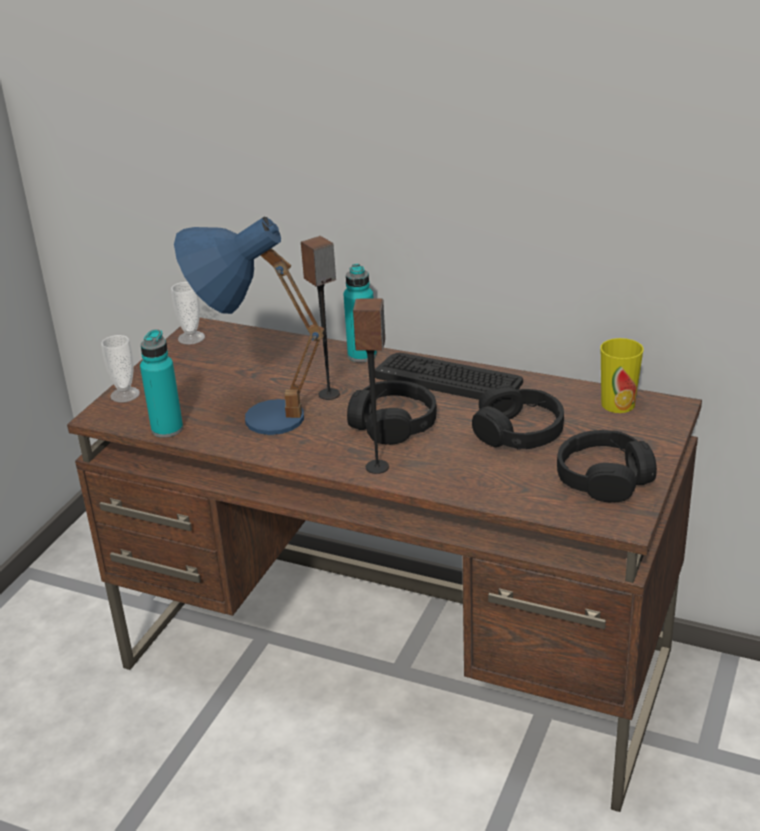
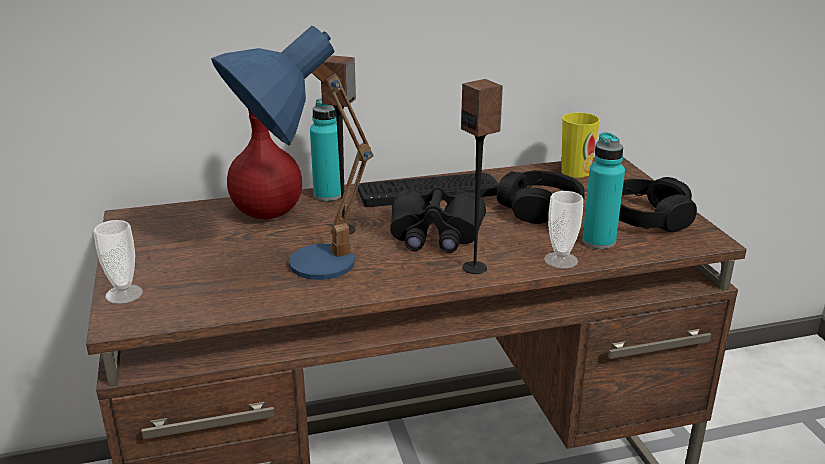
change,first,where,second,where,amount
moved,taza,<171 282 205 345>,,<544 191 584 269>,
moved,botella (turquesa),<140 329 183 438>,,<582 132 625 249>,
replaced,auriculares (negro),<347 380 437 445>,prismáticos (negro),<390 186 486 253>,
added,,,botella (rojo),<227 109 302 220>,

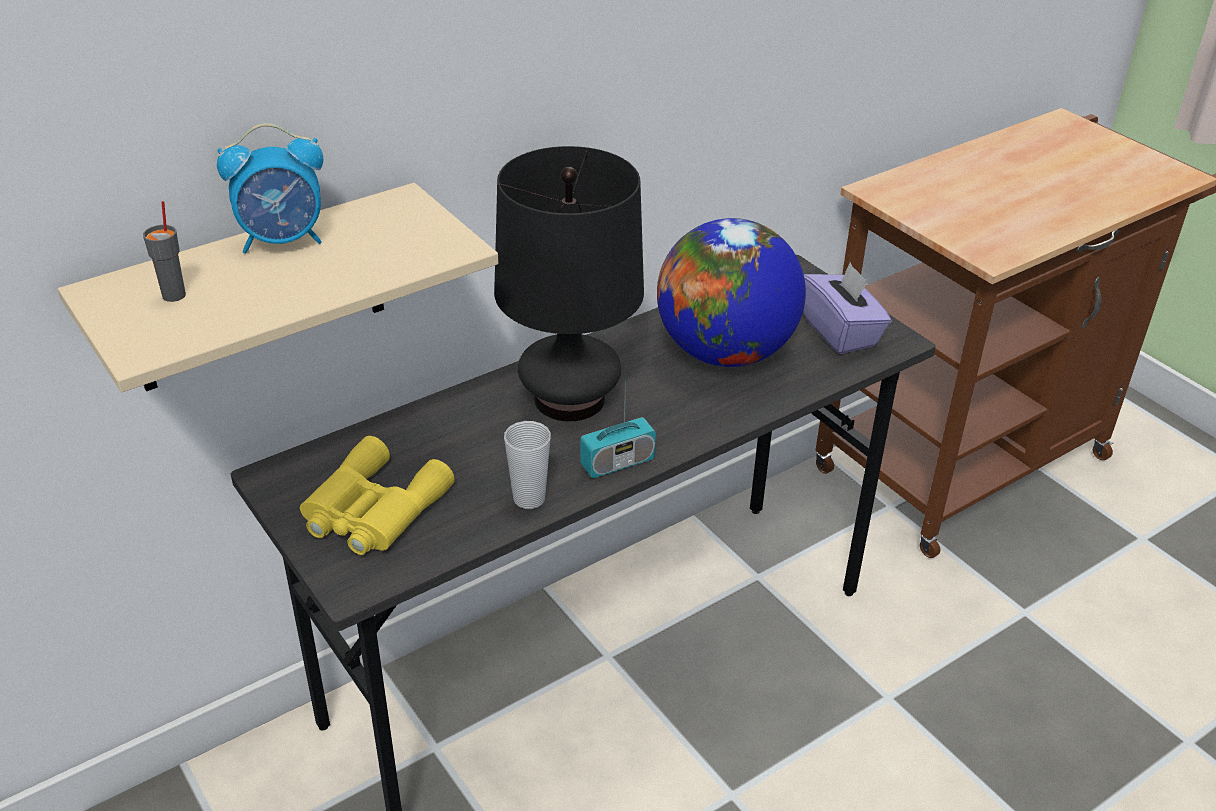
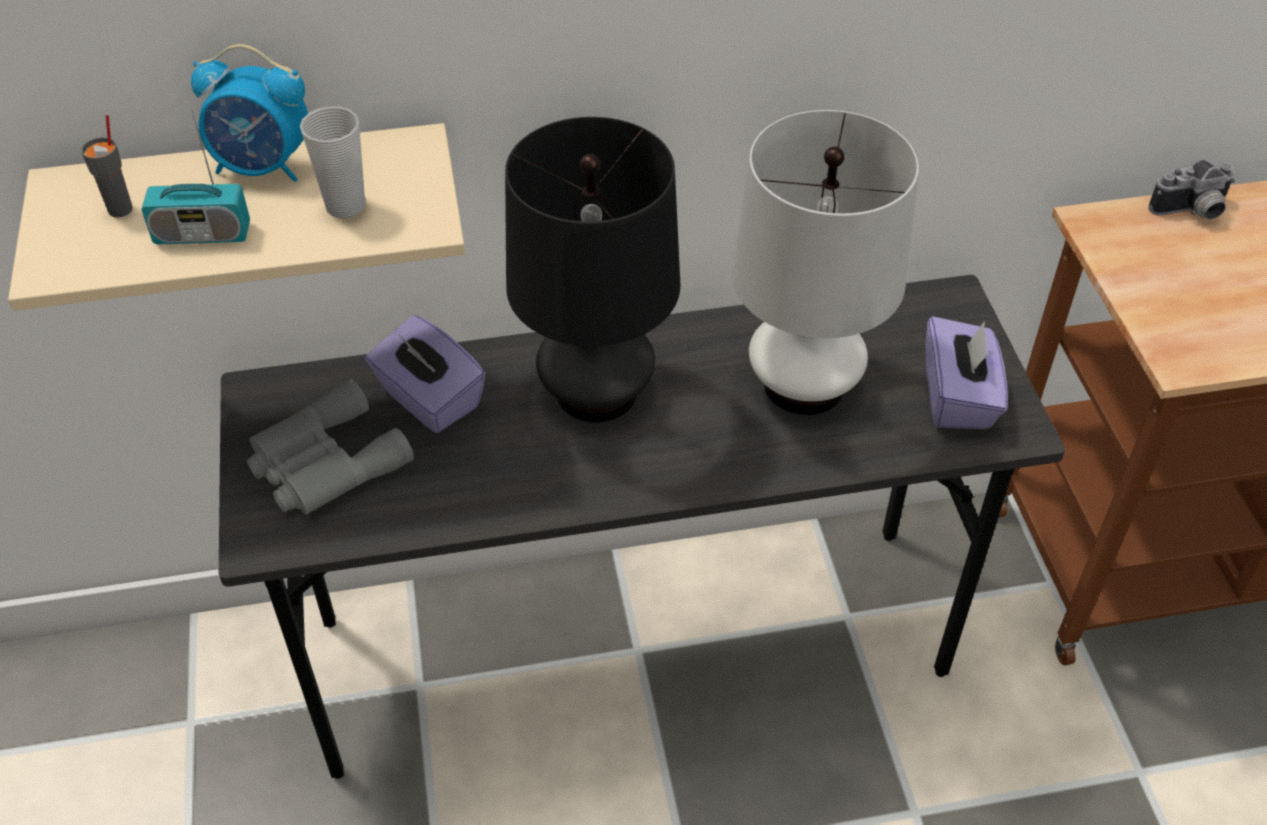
change,first,where,second,where,amount
replaced,globo terráqueo,<657 218 806 367>,lámpara de mesa (blanco),<732 110 919 415>,
moved,radio,<580 379 656 478>,,<142 111 250 244>,
moved,taza,<504 421 551 509>,,<300 106 365 218>,
recoloured,prismáticos (amarillo),<300 436 455 555>,prismáticos (gris),<247 379 414 515>,
added,,,cámara,<1148 160 1235 220>,
added,,,caja de pañuelos (morado),<365 315 485 433>,

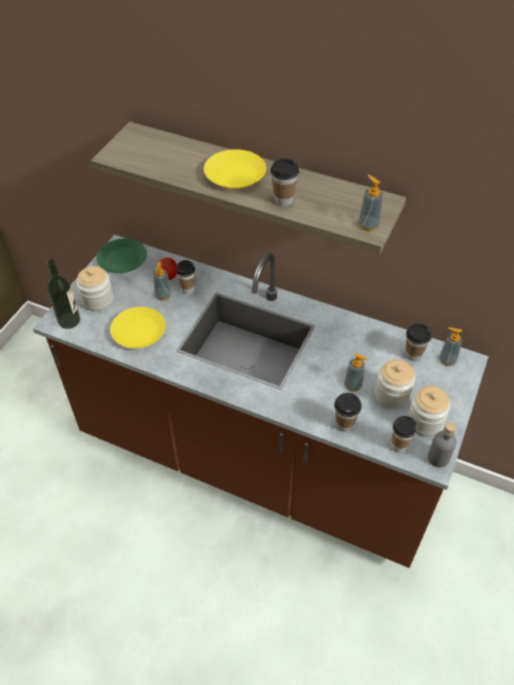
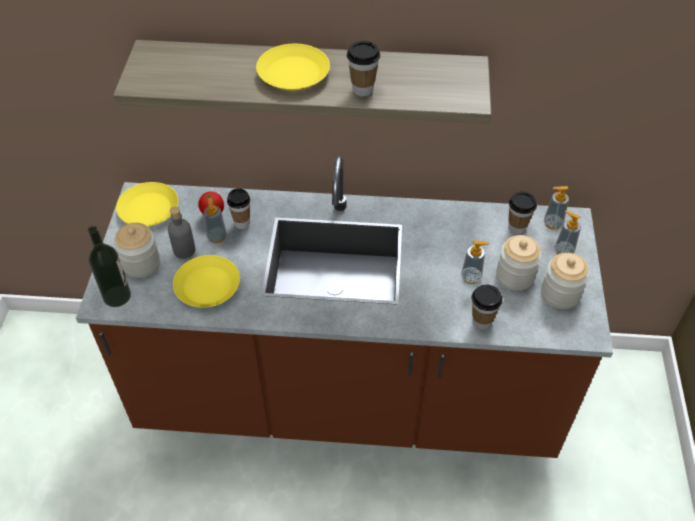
change,first,where,second,where,amount
moved,dispensador de jabón,<358 175 383 231>,,<555 211 581 254>,
recoloured,plato (verde),<96 239 147 273>,plato (amarillo),<116 182 178 226>,
removed,taza,<391 416 417 453>,,,
moved,botella (gris),<428 423 457 468>,,<168 207 195 259>,

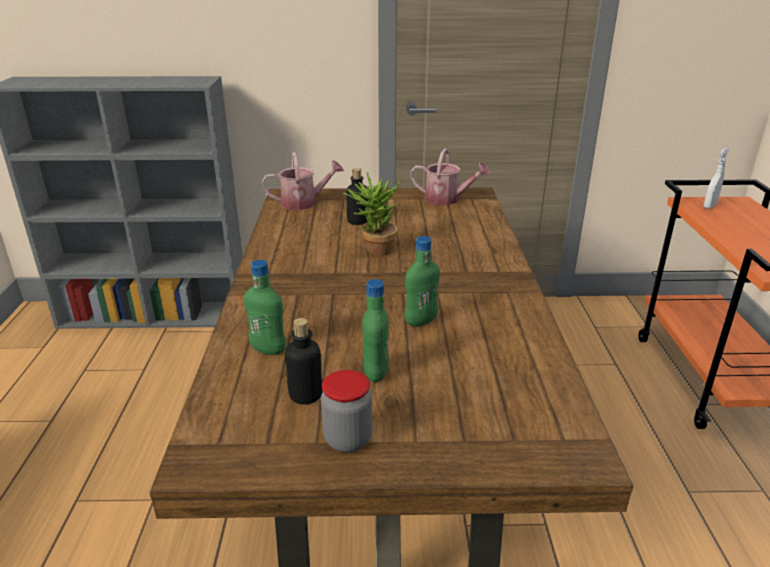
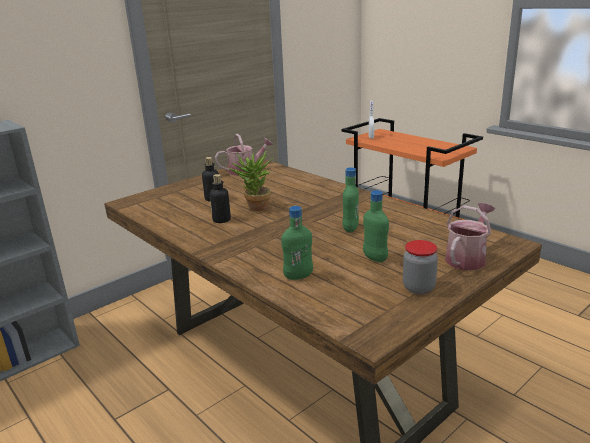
change,first,where,second,where,amount
moved,regadera,<262 152 344 210>,,<445 203 495 270>,
moved,botella,<285 318 323 404>,,<210 174 231 223>,

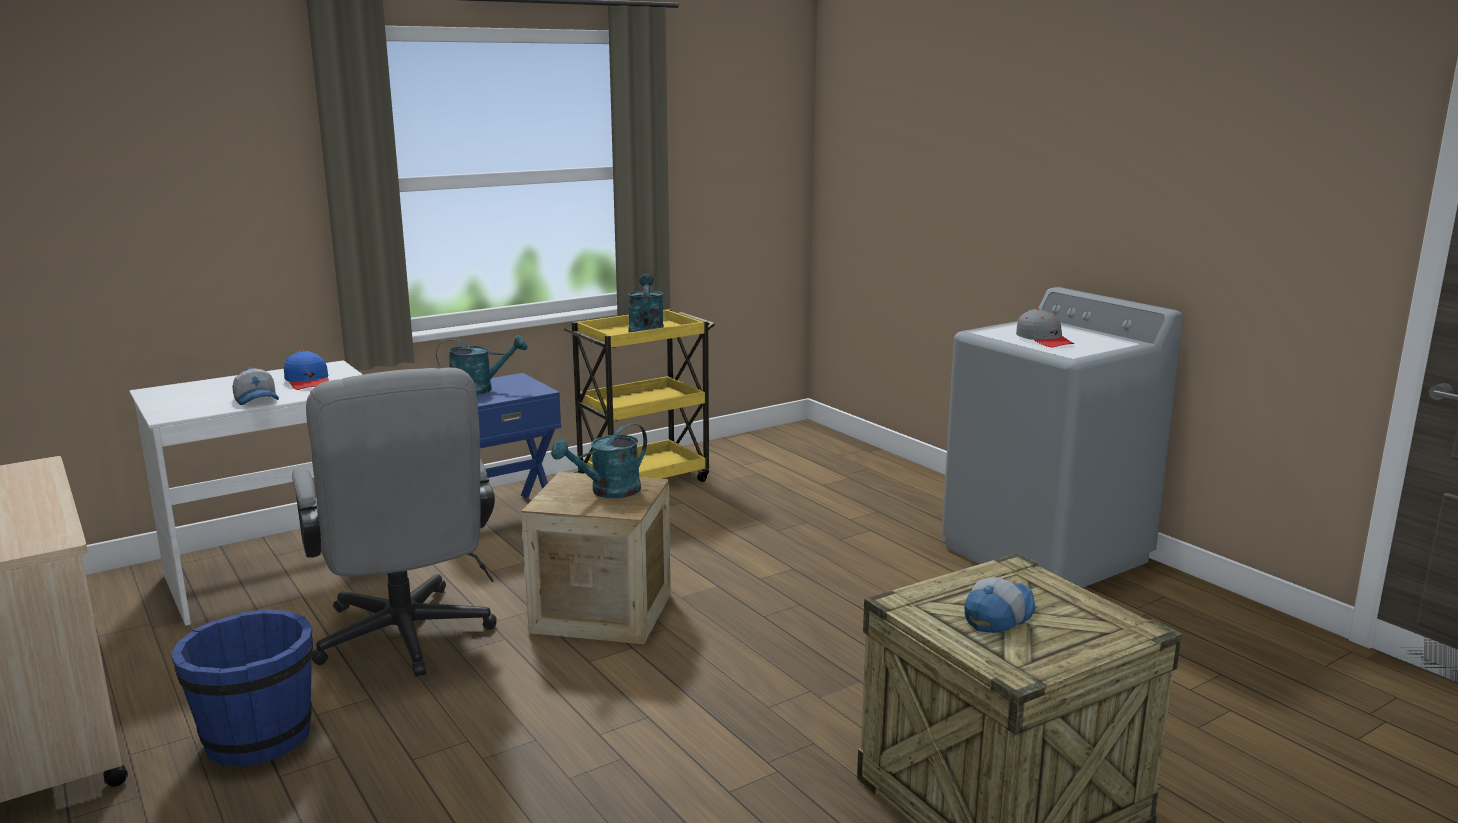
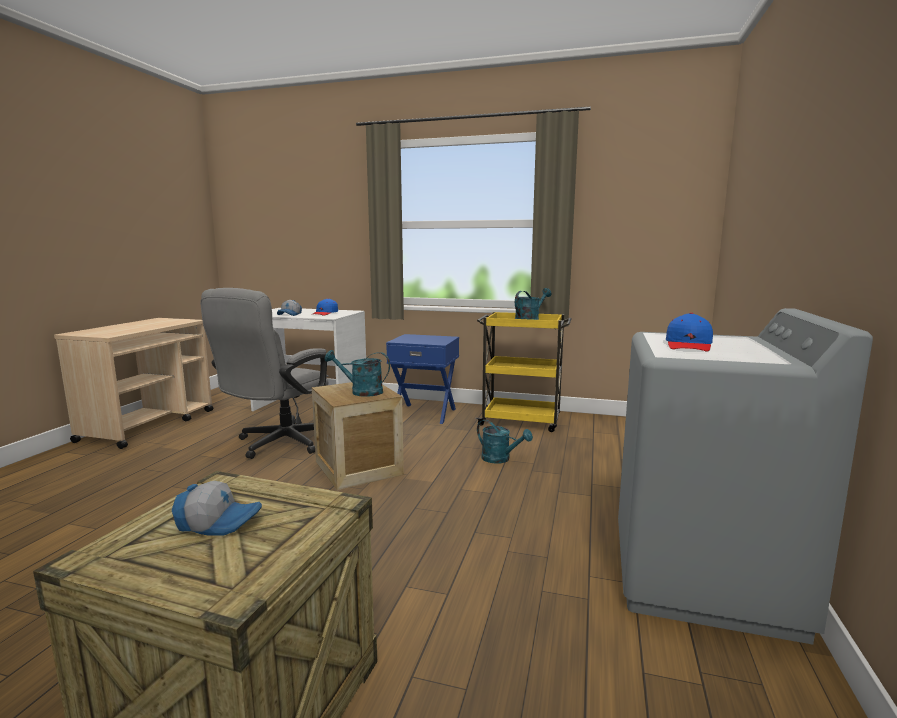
change,first,where,second,where,amount
recoloured,gorra (gris),<1016 308 1074 347>,gorra (azul),<666 313 713 352>,
moved,regadera (turquesa),<436 335 527 395>,,<477 419 533 464>,
removed,cubo (azul),<171 610 313 767>,,,

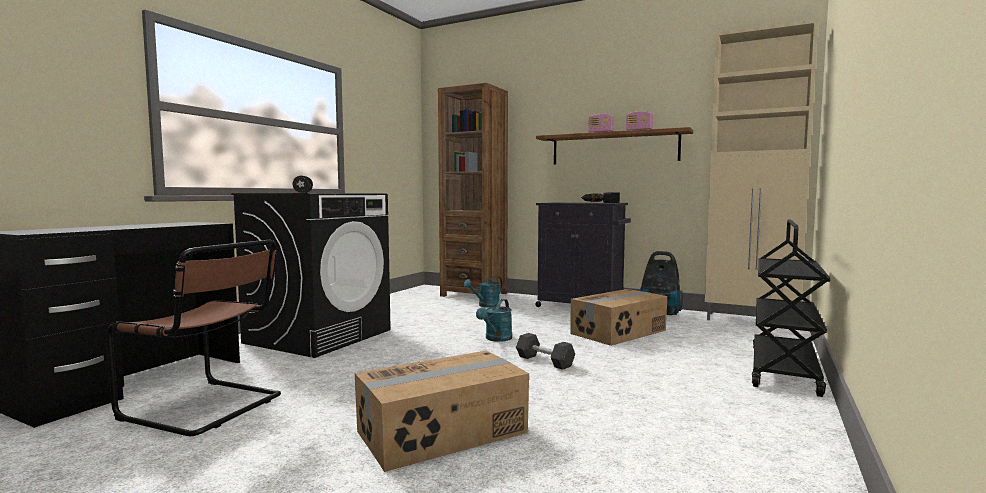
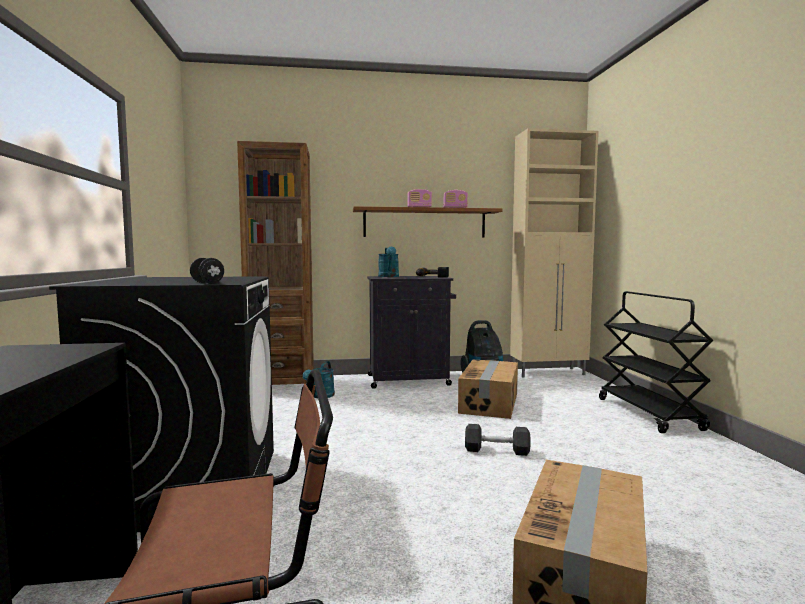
change,first,where,second,where,amount
moved,regadera (turquesa),<476 299 512 342>,,<378 247 399 277>,

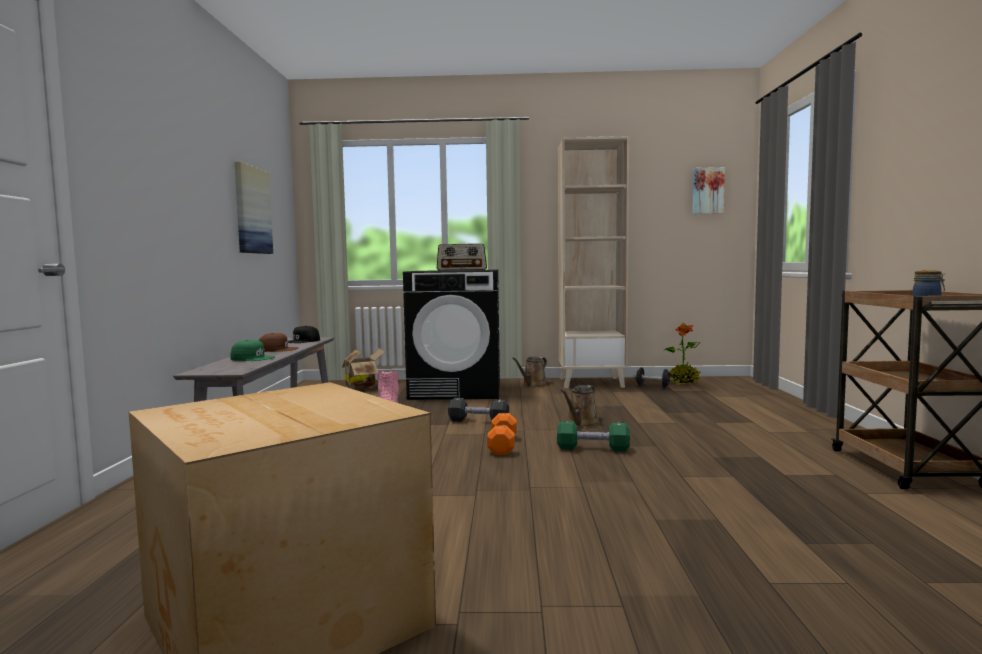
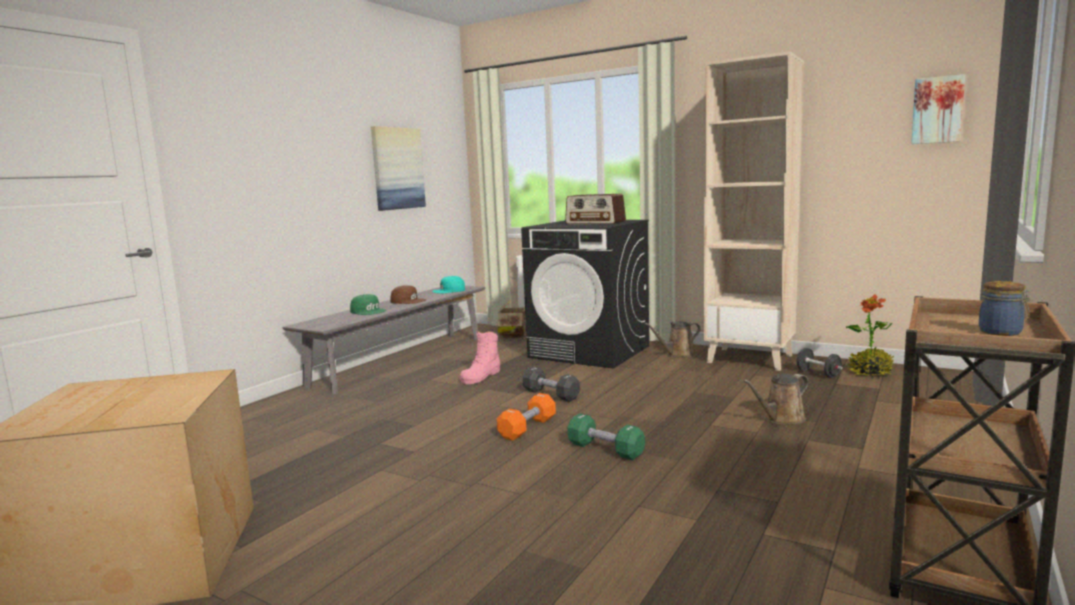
change,first,where,second,where,amount
recoloured,gorra (negro),<288 326 320 343>,gorra (turquesa),<432 276 465 293>,
moved,regadera (marrón),<561 385 600 427>,,<743 373 808 425>,

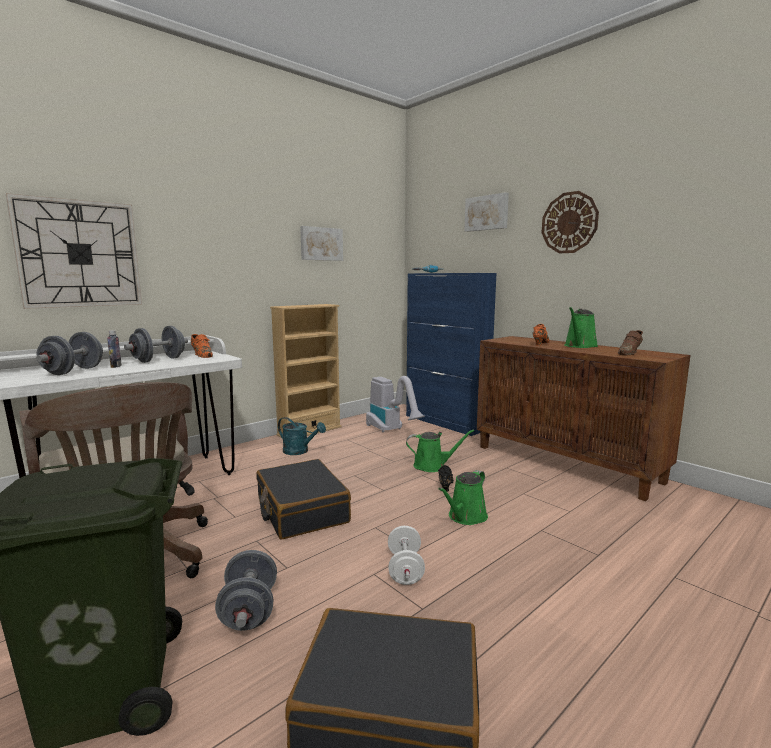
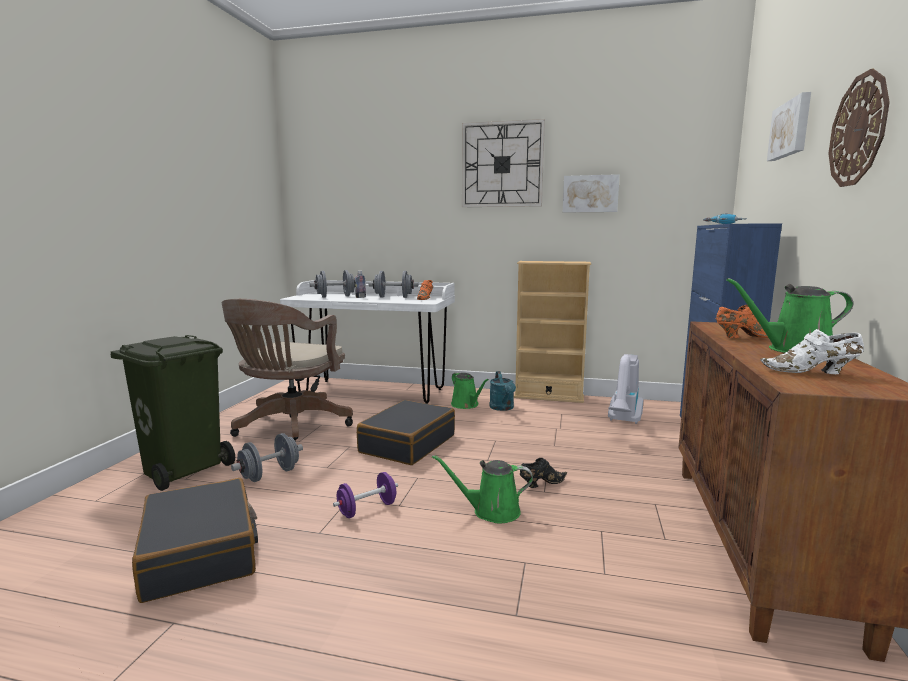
change,first,where,second,where,amount
moved,reloj de pared,<6 193 142 309>,,<462 119 545 207>,
recoloured,zapato (marrón),<618 330 643 355>,zapato (blanco),<760 329 864 374>,
moved,regadera (verde),<406 429 474 472>,,<451 372 489 409>,
recoloured,mancuerna (blanco),<388 526 425 585>,mancuerna (morado),<333 472 398 518>,

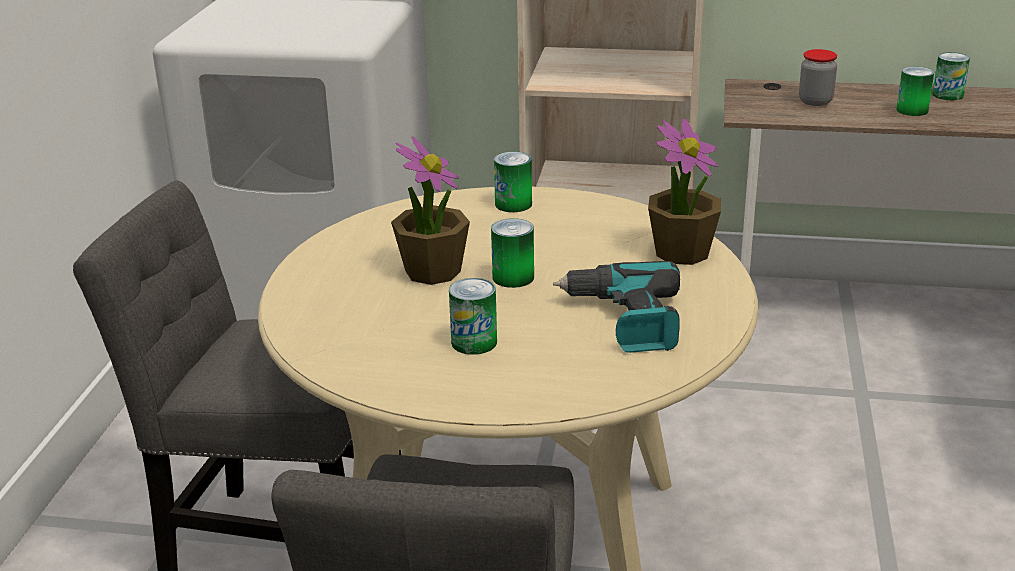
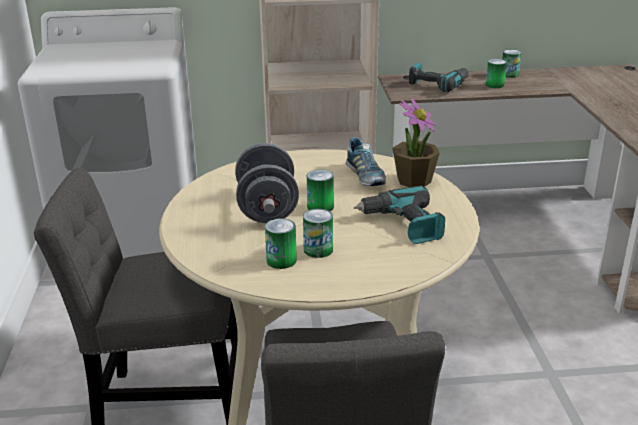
change,first,where,second,where,amount
replaced,tarro,<799 49 837 106>,taladro,<409 63 469 92>,
replaced,planta en maceta,<391 136 470 285>,mancuerna (gris),<235 143 299 223>,
moved,lata,<494 151 532 212>,,<265 218 297 269>,
added,,,zapato,<346 137 386 186>,

